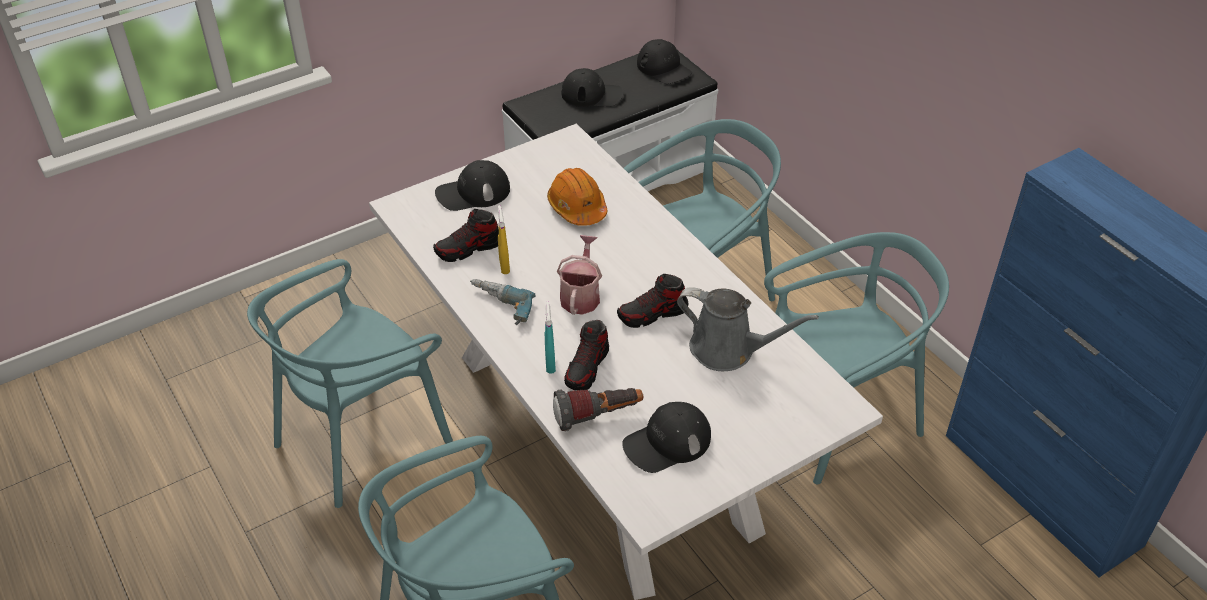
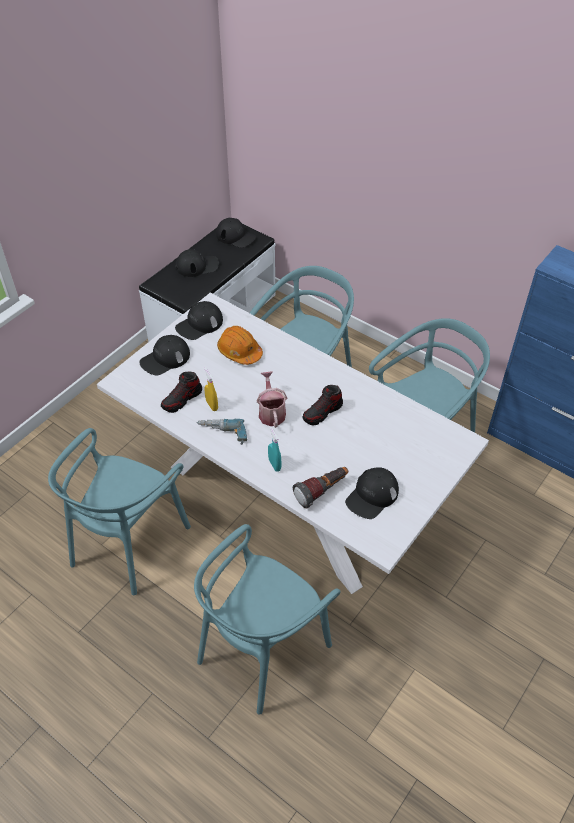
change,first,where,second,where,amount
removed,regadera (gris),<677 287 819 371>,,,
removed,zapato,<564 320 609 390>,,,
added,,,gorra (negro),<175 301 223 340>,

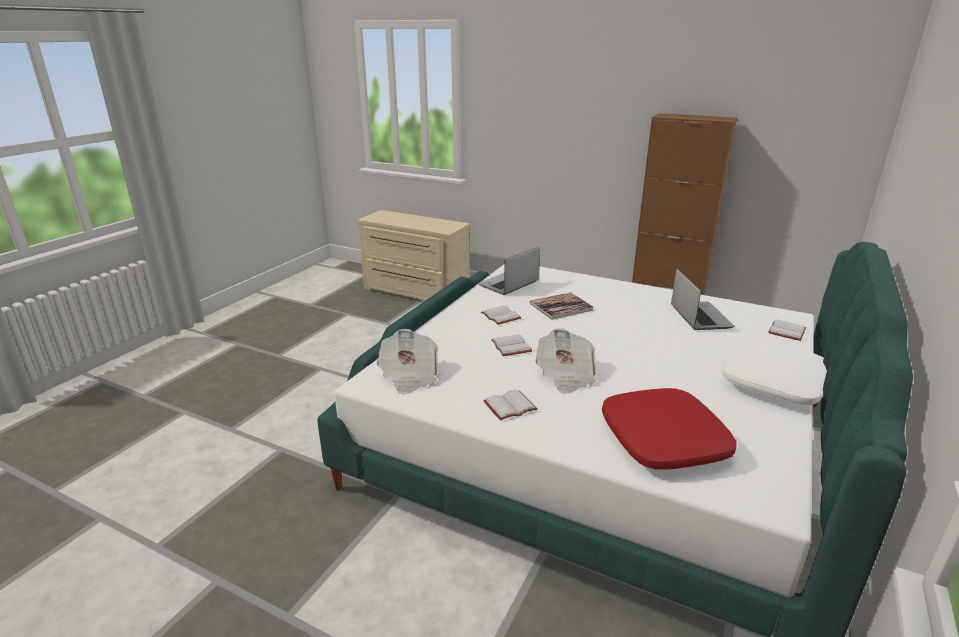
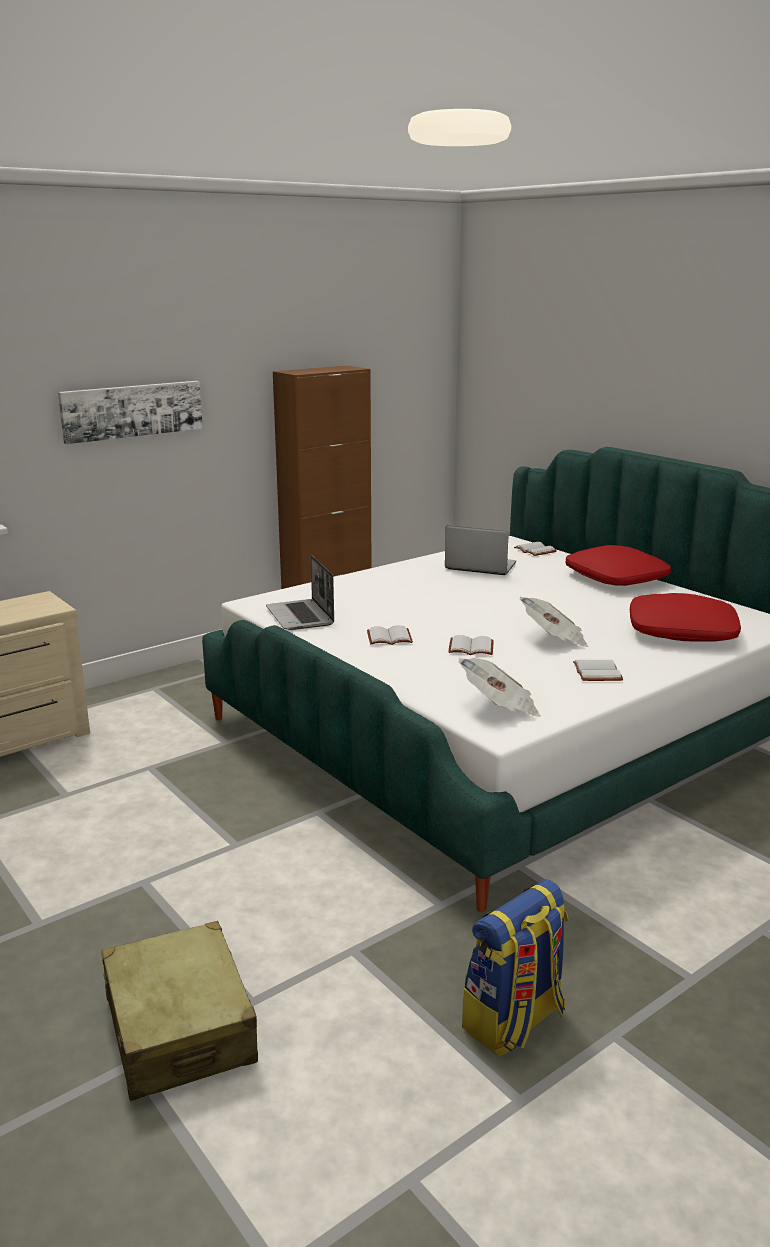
change,first,where,second,where,amount
removed,libro,<529 292 593 320>,,,
recoloured,cojín (blanco),<722 339 827 405>,cojín (rojo),<566 545 671 586>,
added,,,cuadro,<58 381 203 444>,
added,,,mochila,<462 880 568 1057>,
added,,,maleta (beis),<101 921 258 1101>,

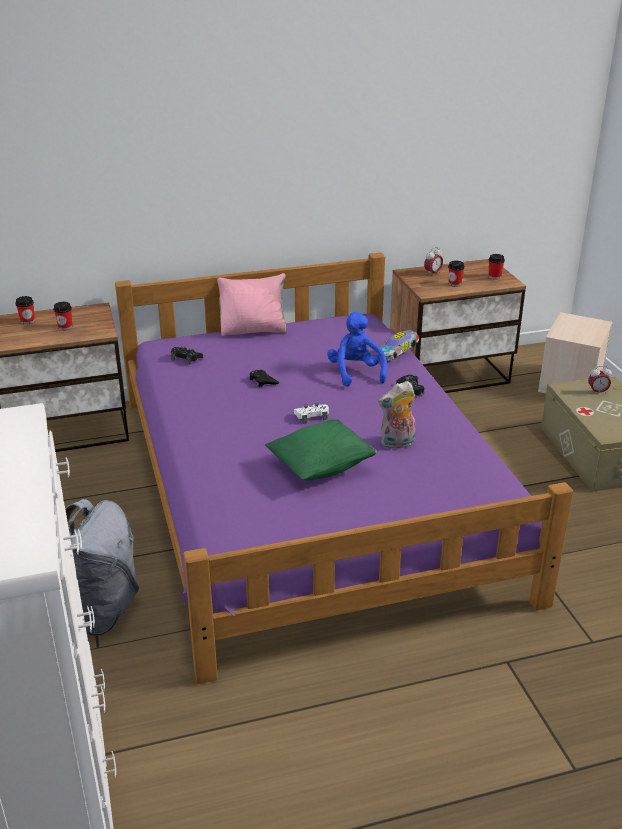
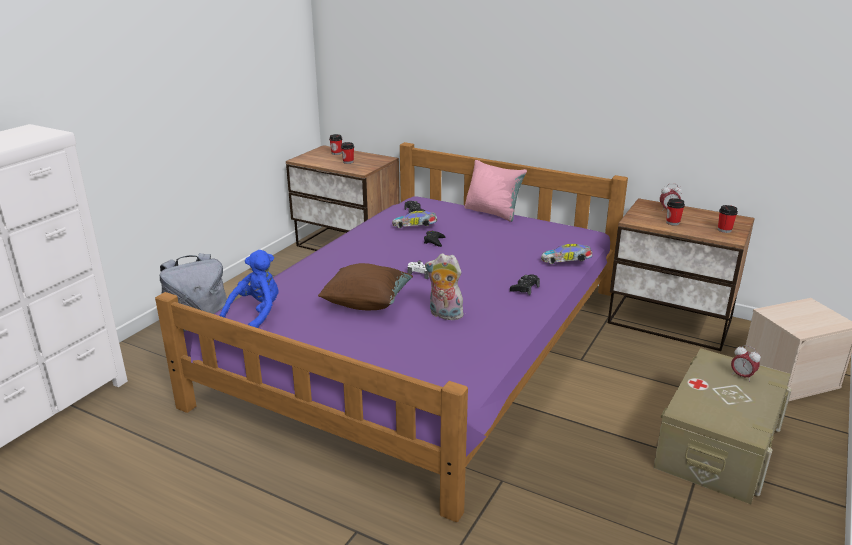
change,first,where,second,where,amount
moved,peluche (azul),<327 312 387 387>,,<220 250 279 328>,
recoloured,cojín (verde),<265 419 377 480>,cojín (marrón),<318 263 413 310>,
added,,,coche de juguete,<392 211 437 228>,

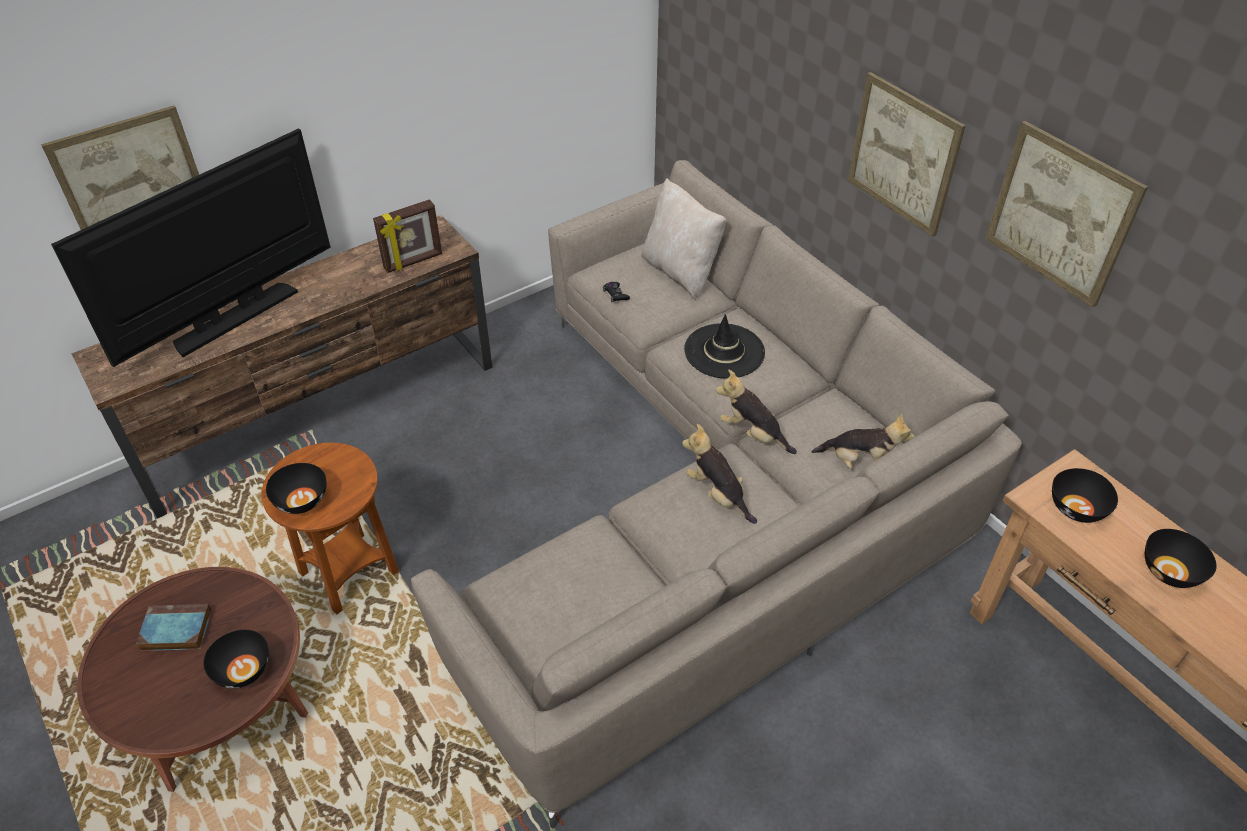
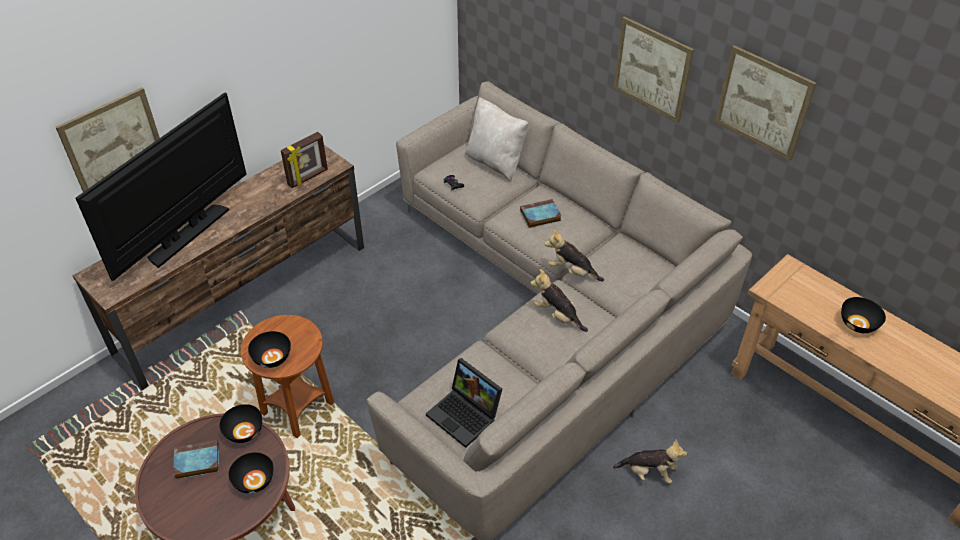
change,first,where,second,where,amount
replaced,sombrero (negro),<684 314 765 379>,libro,<520 199 562 228>,
moved,peluche,<811 413 914 469>,,<613 439 687 484>,
moved,cuenco (negro),<1052 468 1118 523>,,<219 404 262 443>,
added,,,portátil,<426 358 502 448>,

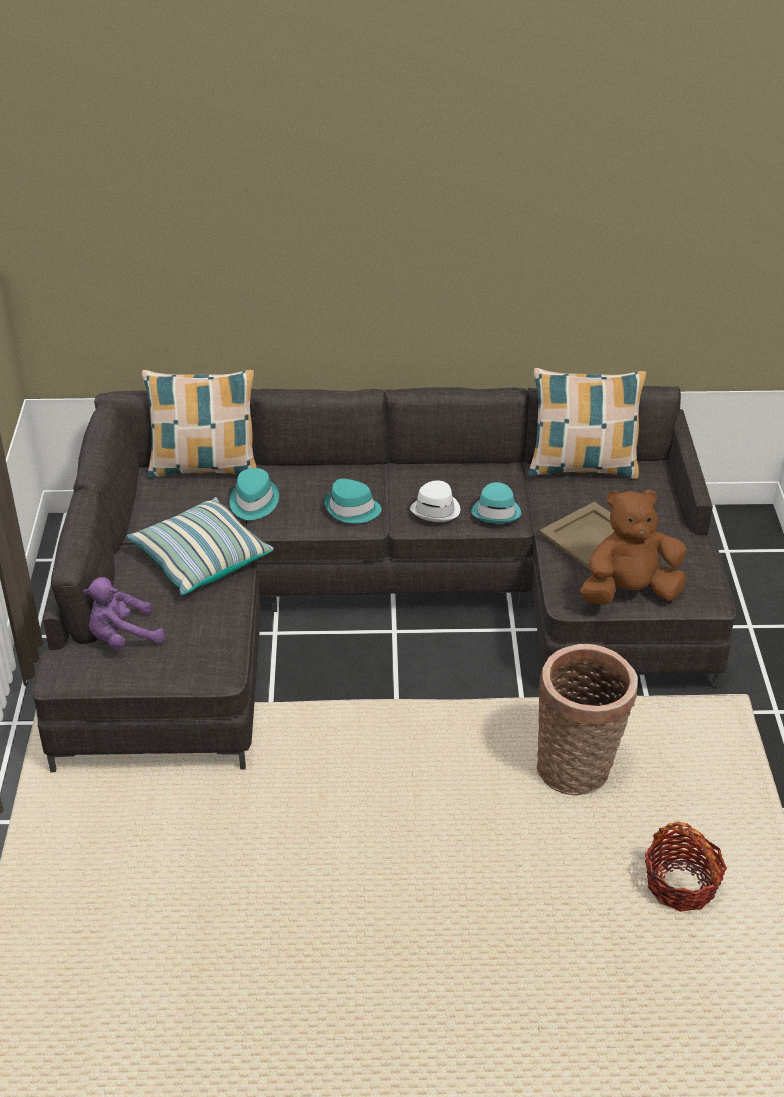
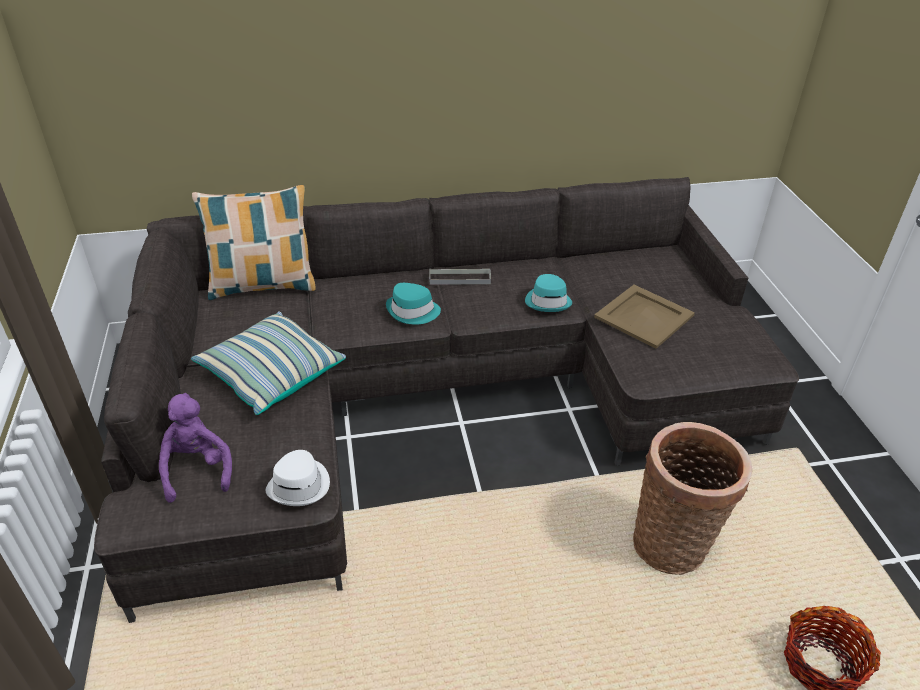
change,first,where,second,where,amount
removed,cojín,<528 368 647 479>,,,
removed,sombrero (turquesa),<229 468 279 520>,,,
moved,sombrero (blanco),<410 480 460 522>,,<266 450 330 506>,
removed,peluche (marrón),<580 489 686 605>,,,
turned,peluche (morado),<83 577 165 649>,,<159 393 232 503>,105 degrees clockwise
added,,,bandeja (gris),<430 268 491 285>,

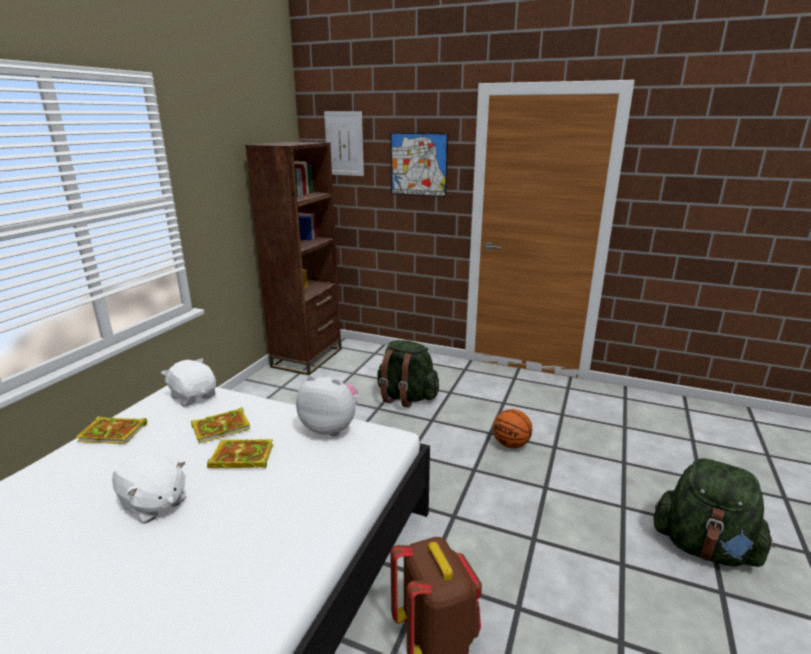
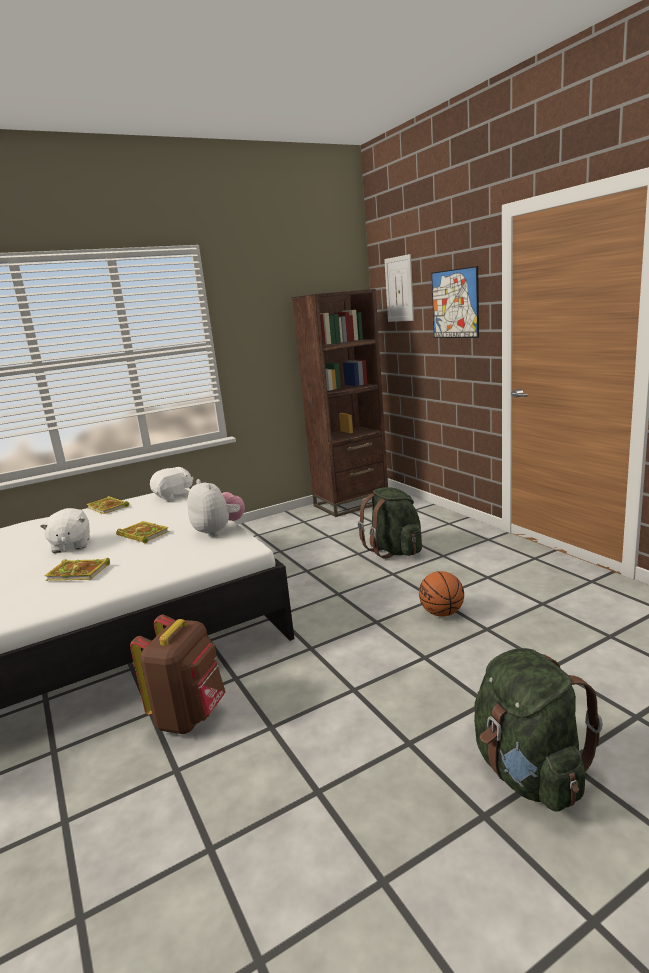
change,first,where,second,where,amount
turned,peluche (blanco),<161 358 216 407>,,<150 467 193 502>,60 degrees clockwise
moved,libro,<191 407 251 444>,,<45 558 110 581>,

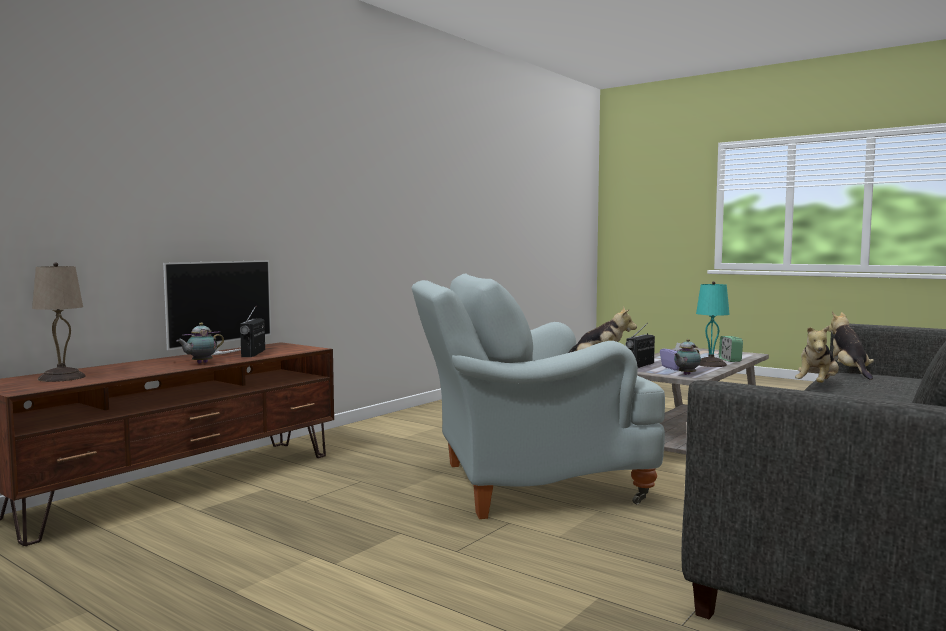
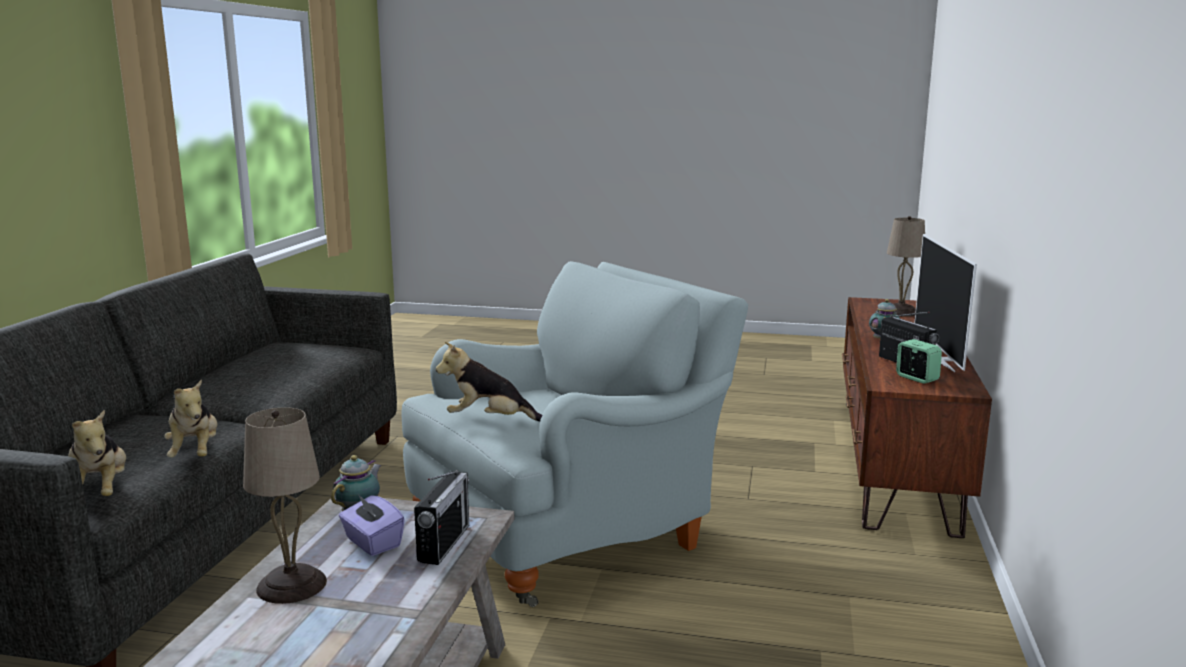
change,first,where,second,where,amount
recoloured,lámpara de mesa (turquesa),<696 281 730 367>,lámpara de mesa (beis),<243 407 327 604>,
turned,peluche,<795 326 839 383>,,<164 379 217 458>,150 degrees clockwise
moved,despertador,<719 336 743 362>,,<896 339 942 384>,

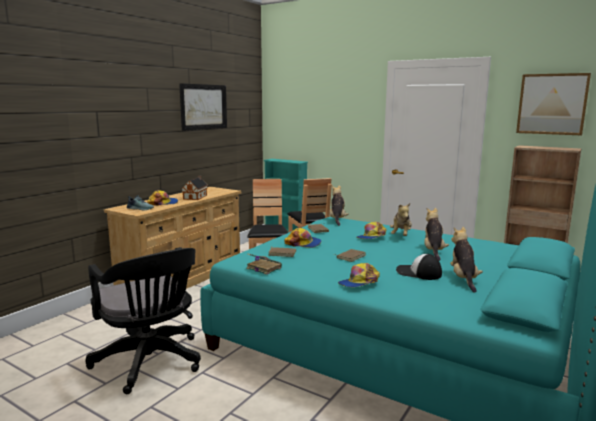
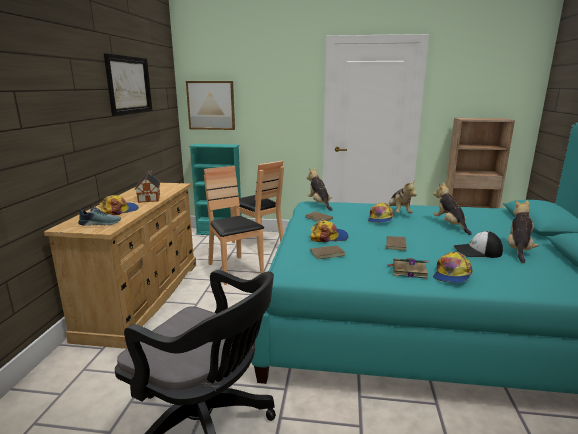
change,first,where,second,where,amount
moved,cuadro,<516 73 591 135>,,<186 81 235 130>,
turned,peluche,<451 227 483 293>,,<508 200 539 263>,45 degrees clockwise
moved,libro,<246 254 282 274>,,<387 258 429 279>,

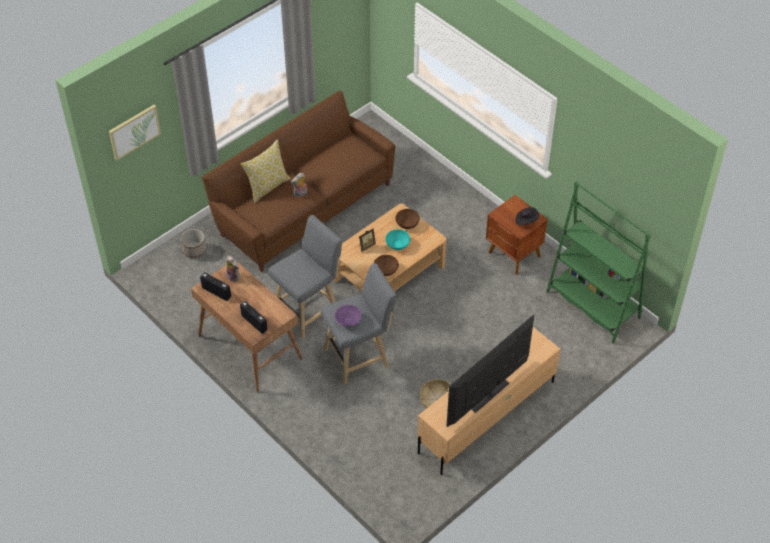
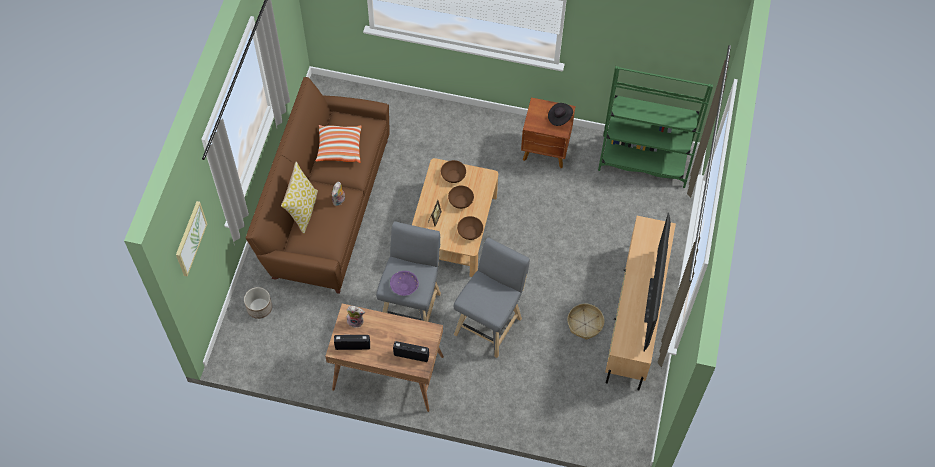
change,first,where,second,where,amount
recoloured,cuenco (turquesa),<386 229 410 250>,cuenco (marrón),<448 186 474 209>,
moved,cuenco (morado),<335 305 362 326>,,<390 271 419 296>,
added,,,cojín,<315 125 361 163>,

